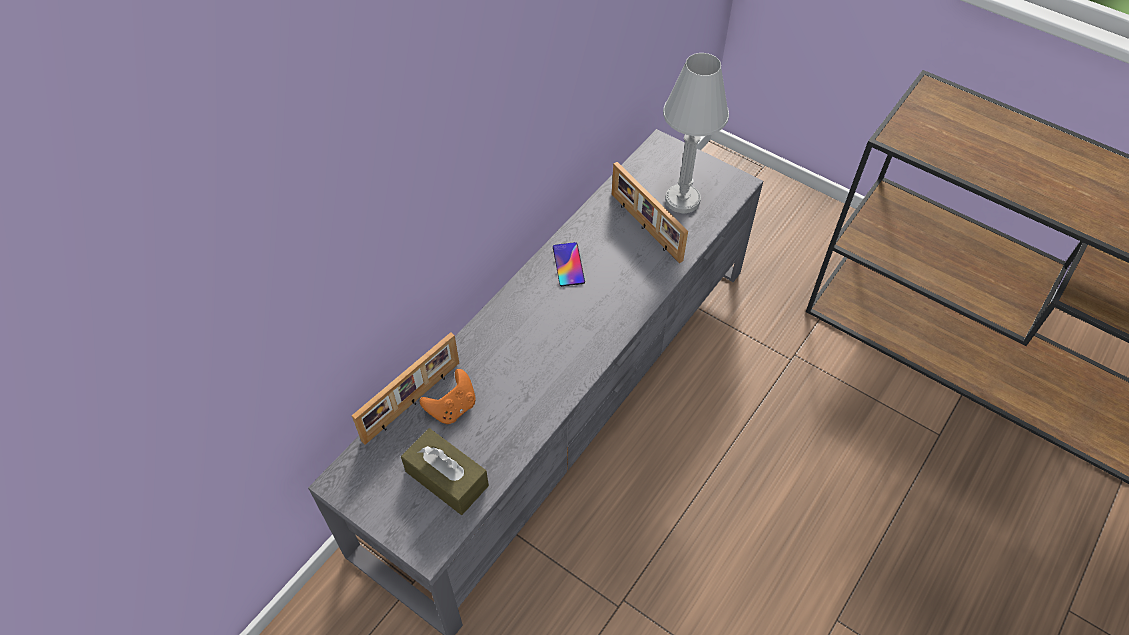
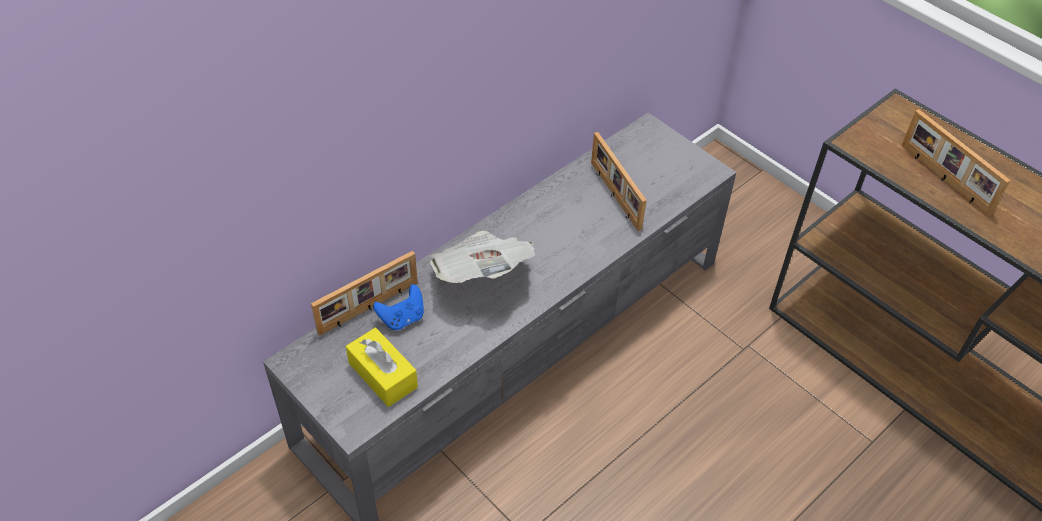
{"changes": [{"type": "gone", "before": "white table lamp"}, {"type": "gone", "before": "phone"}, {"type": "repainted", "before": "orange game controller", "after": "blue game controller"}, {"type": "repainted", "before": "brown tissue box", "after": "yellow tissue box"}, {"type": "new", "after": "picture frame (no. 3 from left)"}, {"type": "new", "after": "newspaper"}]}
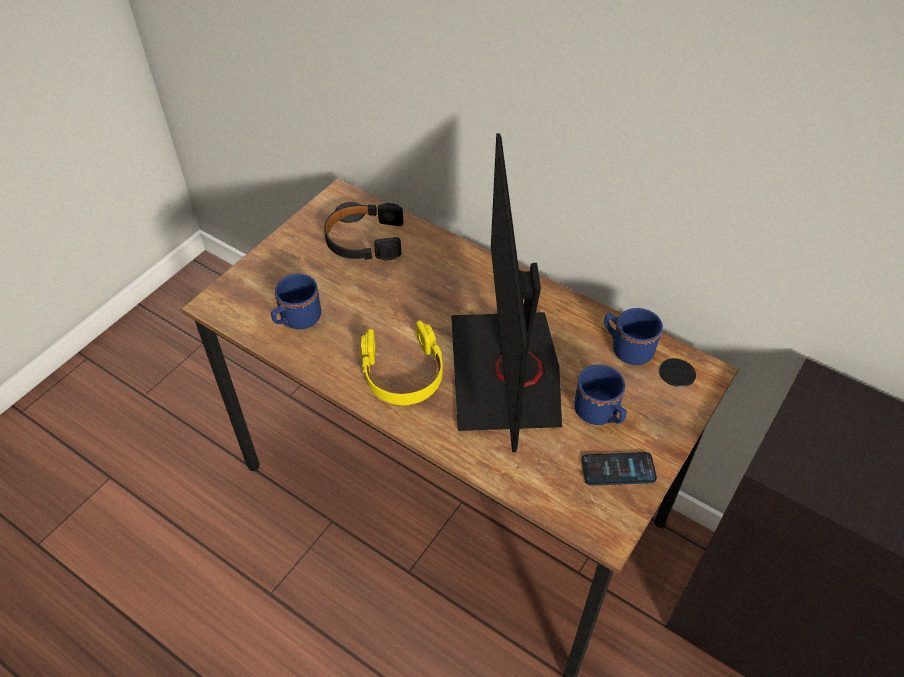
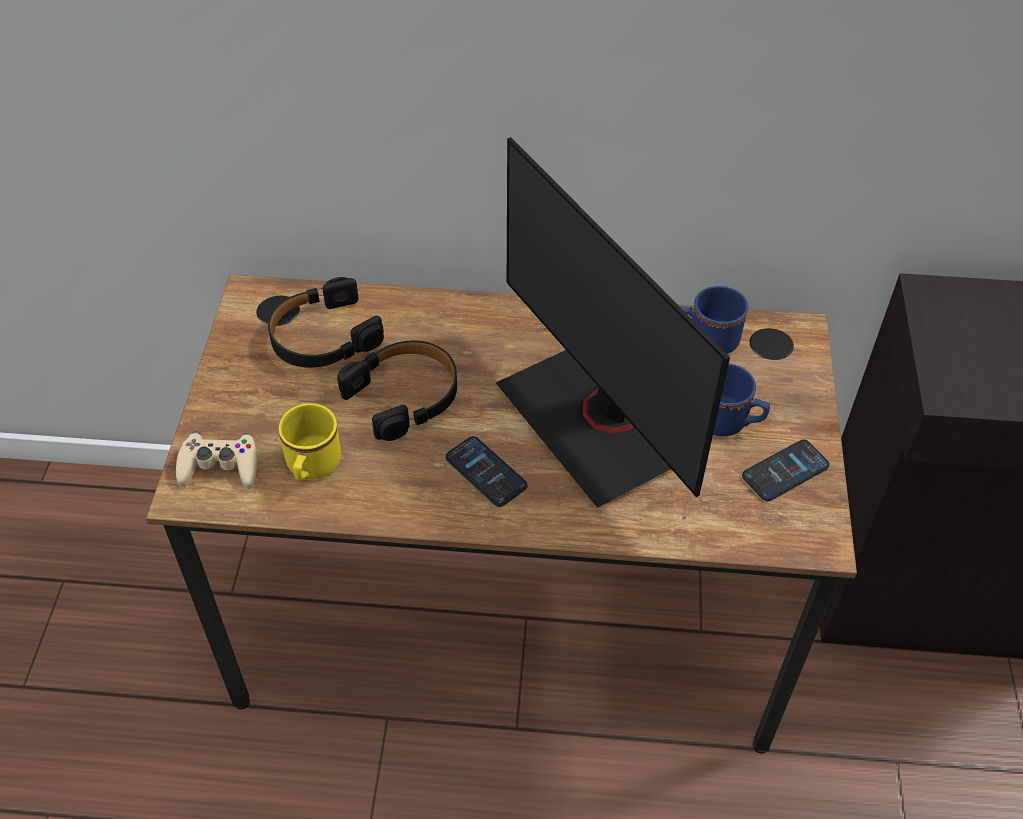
{"changes": [{"type": "repainted", "before": "blue mug (no. 1 from left)", "after": "yellow mug"}, {"type": "swapped", "before": "yellow headphones", "after": "phone (no. 1 from left)"}, {"type": "new", "after": "black headphones (no. 2 from left)"}, {"type": "new", "after": "beige game controller"}]}
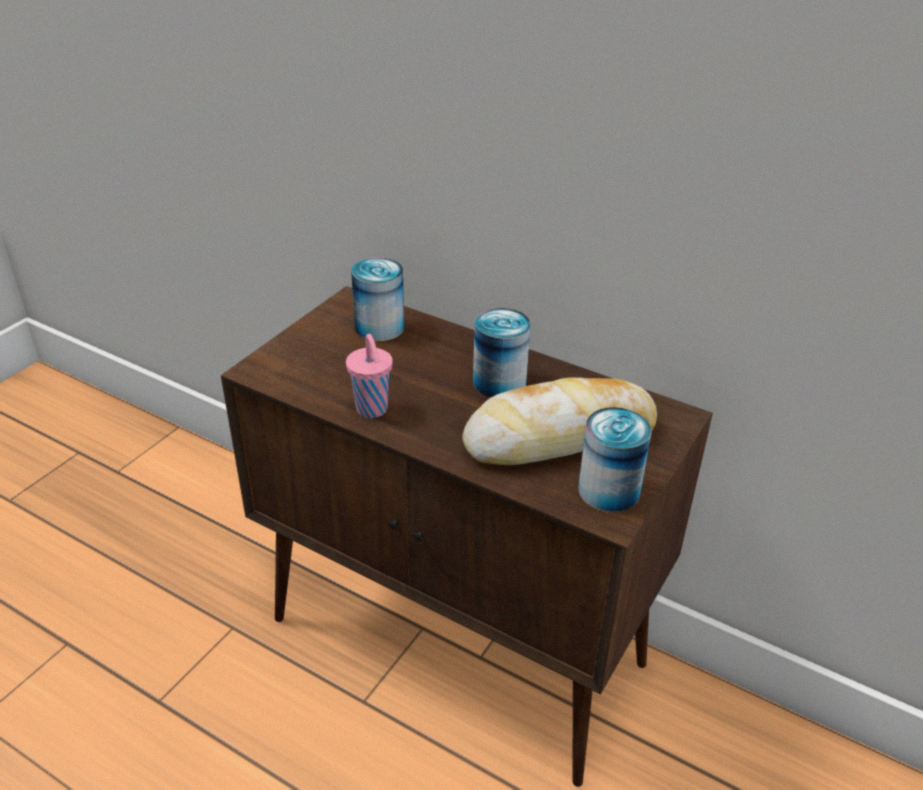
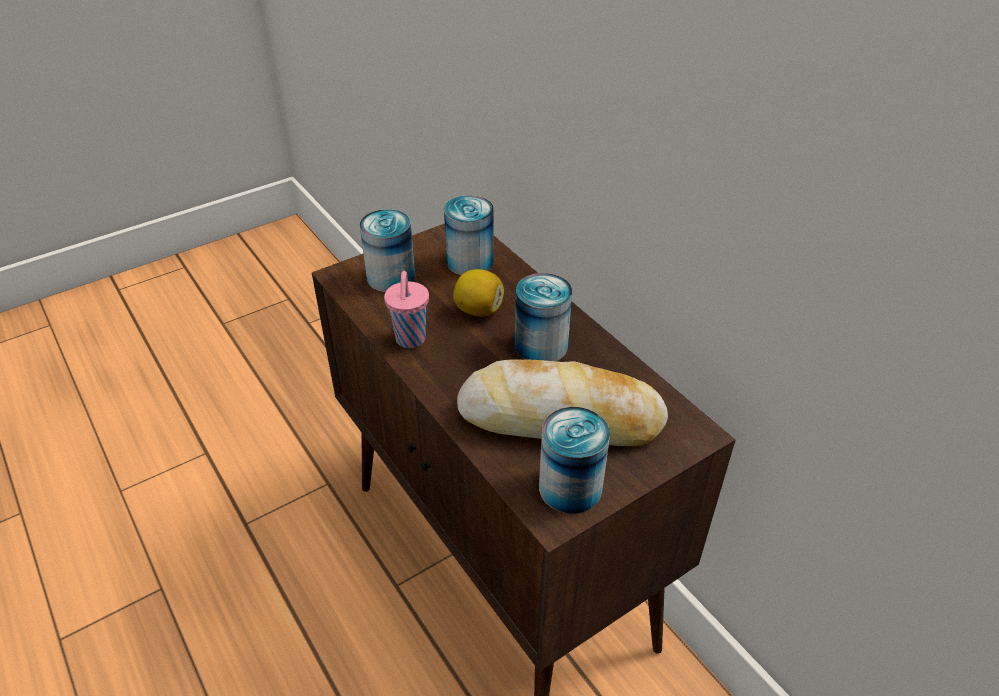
{"changes": [{"type": "new", "after": "can (no. 1 from left)"}, {"type": "new", "after": "lemon"}]}
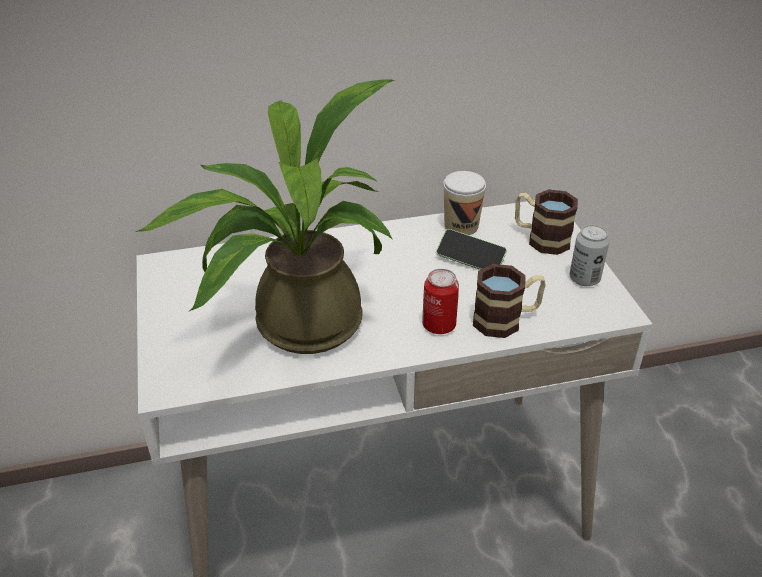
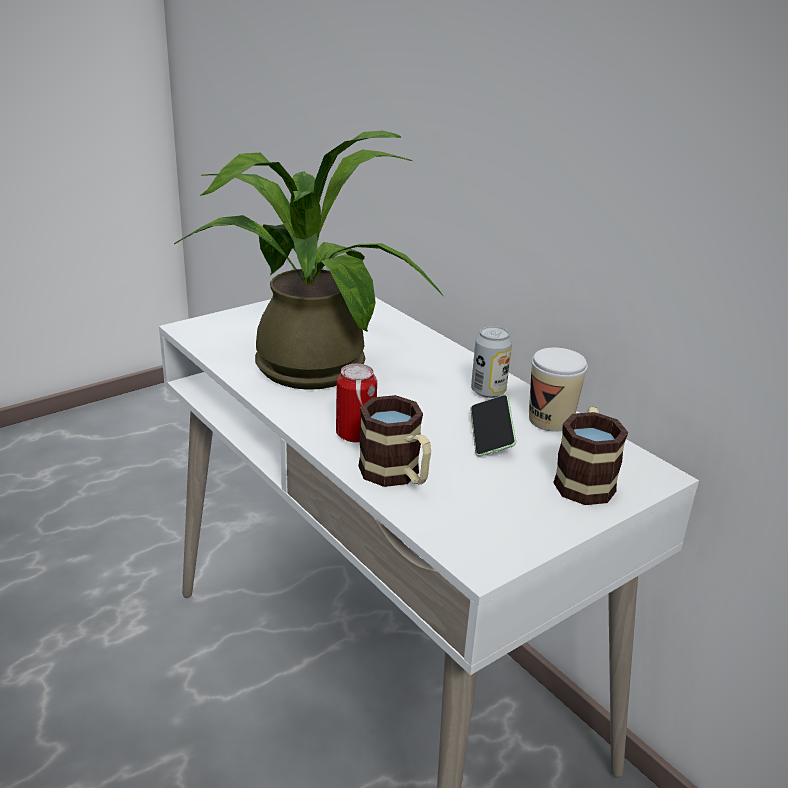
{"changes": [{"type": "shifted", "before": "can (no. 2 from left)"}]}
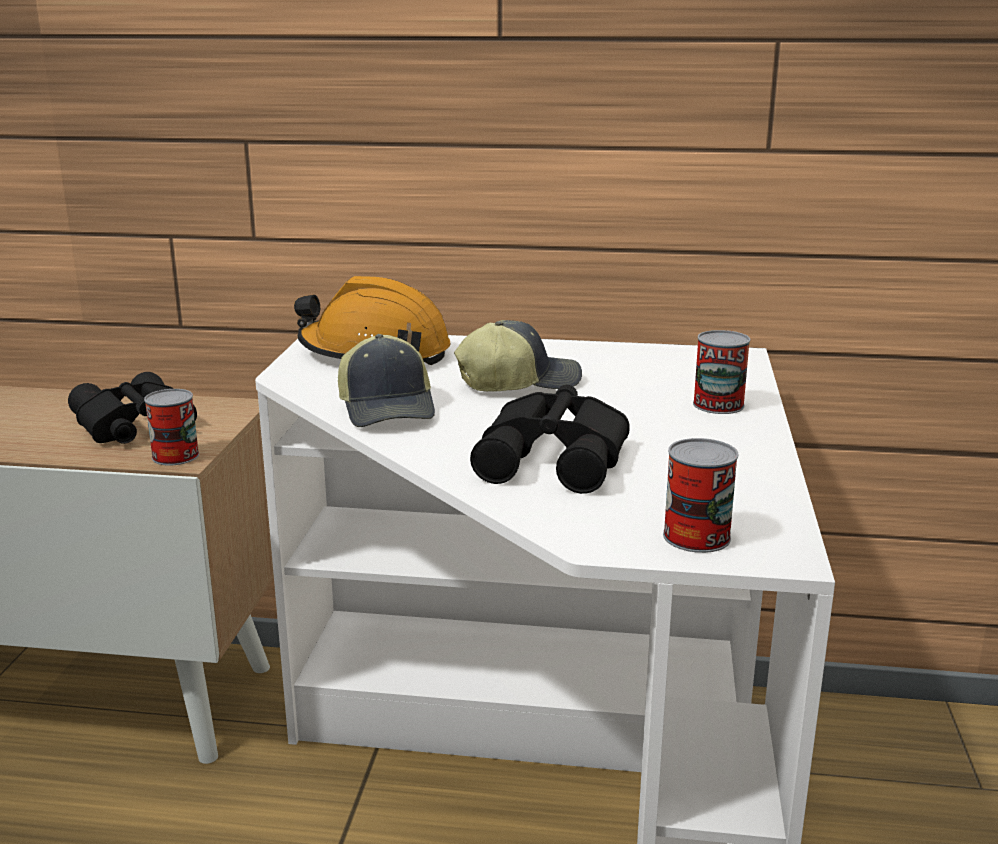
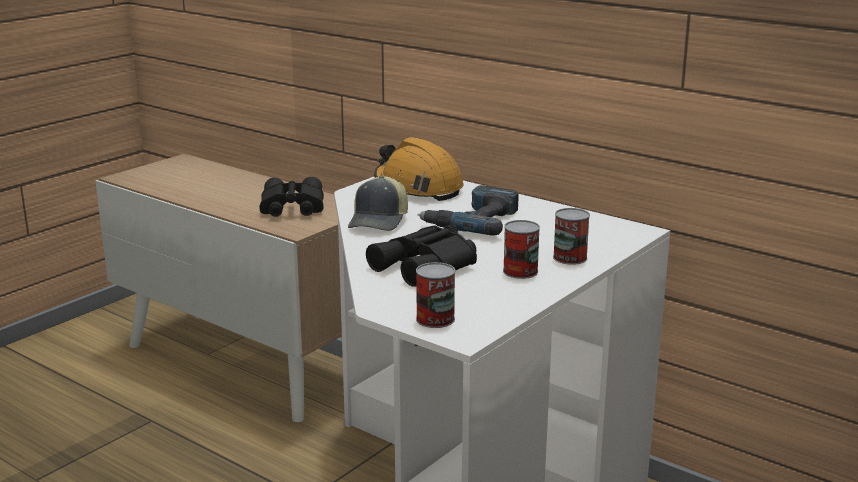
{"changes": [{"type": "swapped", "before": "cap (no. 2 from left)", "after": "power drill"}, {"type": "shifted", "before": "can (no. 1 from left in the first image)", "after": "can (no. 2 from left)"}]}
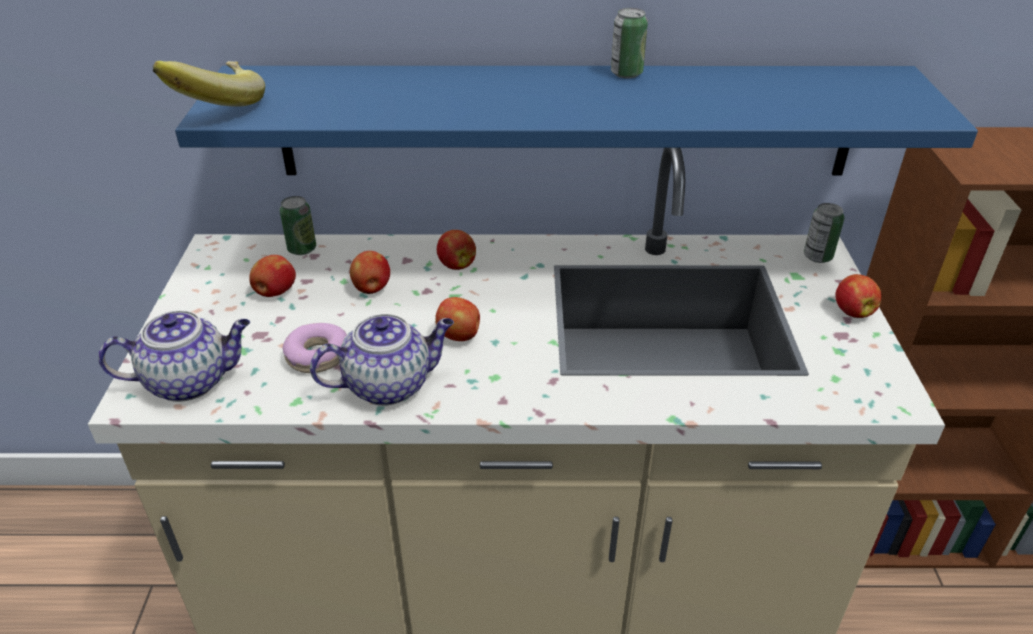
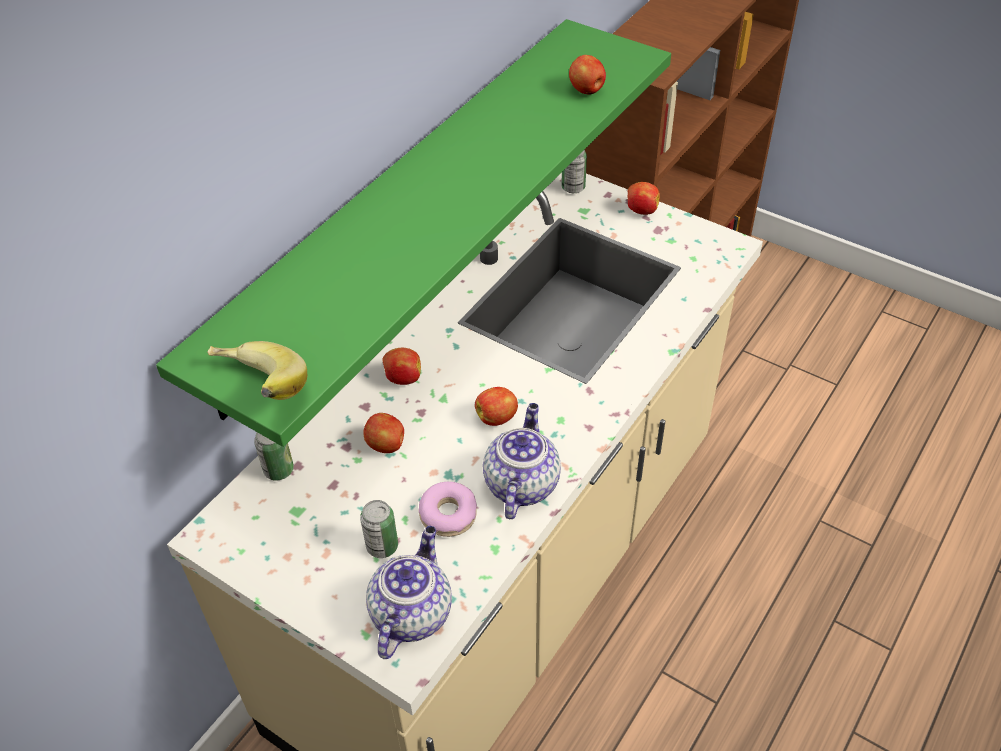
{"changes": [{"type": "shifted", "before": "can (no. 2 from left)"}, {"type": "repainted", "before": "blue shelf", "after": "green shelf"}, {"type": "shifted", "before": "apple (no. 1 from left in the first image)", "after": "apple (no. 4 from left)"}]}
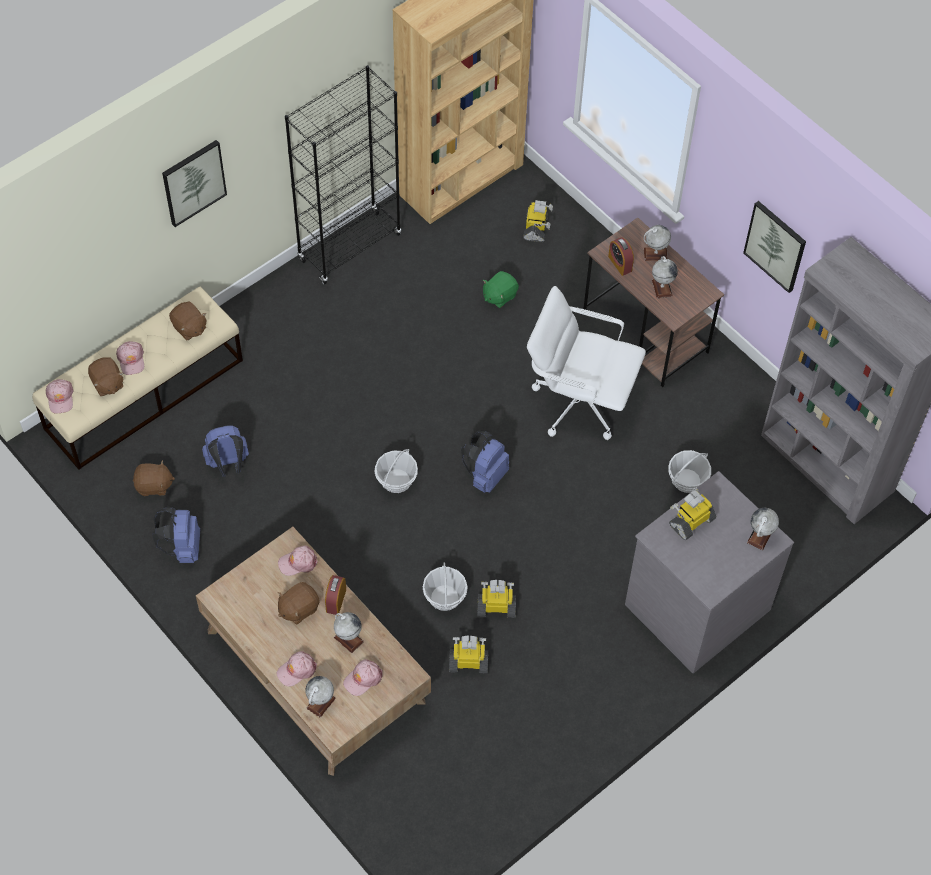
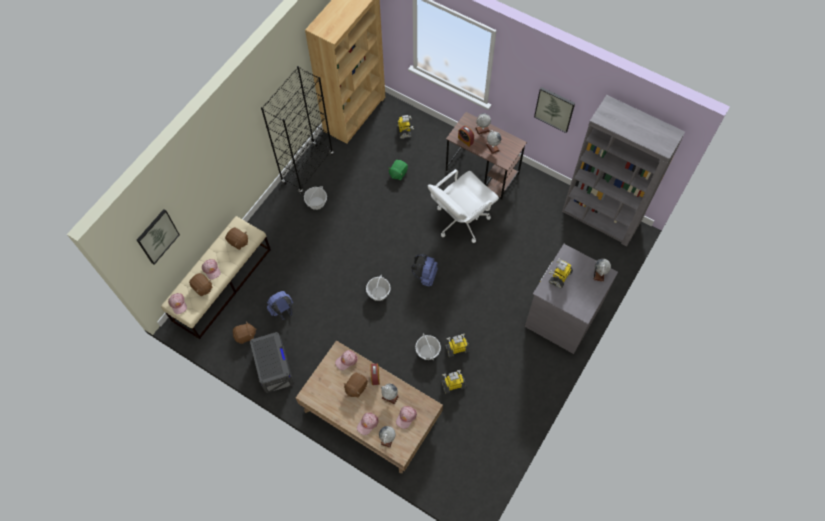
{"changes": [{"type": "shifted", "before": "picture (no. 1 from left)"}, {"type": "rotated", "before": "white office chair", "turn": -45}, {"type": "shifted", "before": "basket (no. 3 from left in the first image)", "after": "basket (no. 1 from left)"}, {"type": "swapped", "before": "blue backpack (no. 1 from left)", "after": "grey storage box"}]}
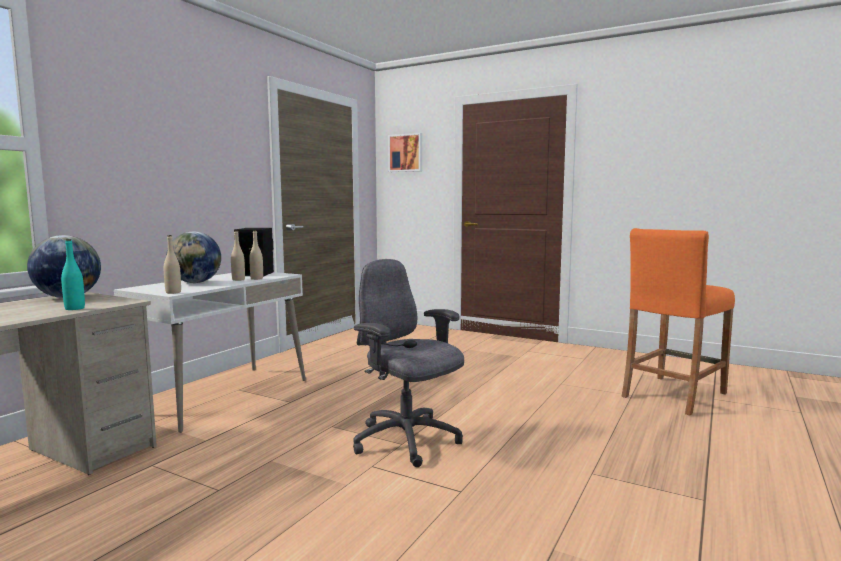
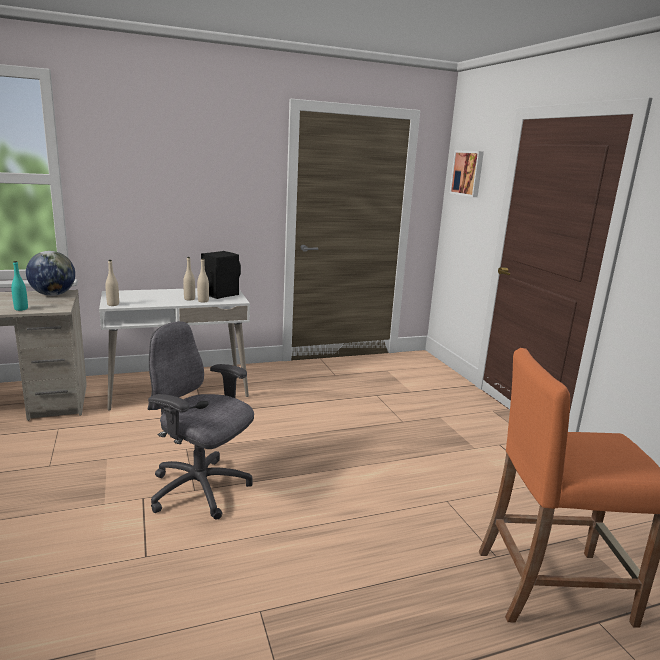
{"changes": [{"type": "gone", "before": "globe (no. 2 from left)"}, {"type": "rotated", "before": "grey office chair", "turn": -60}]}
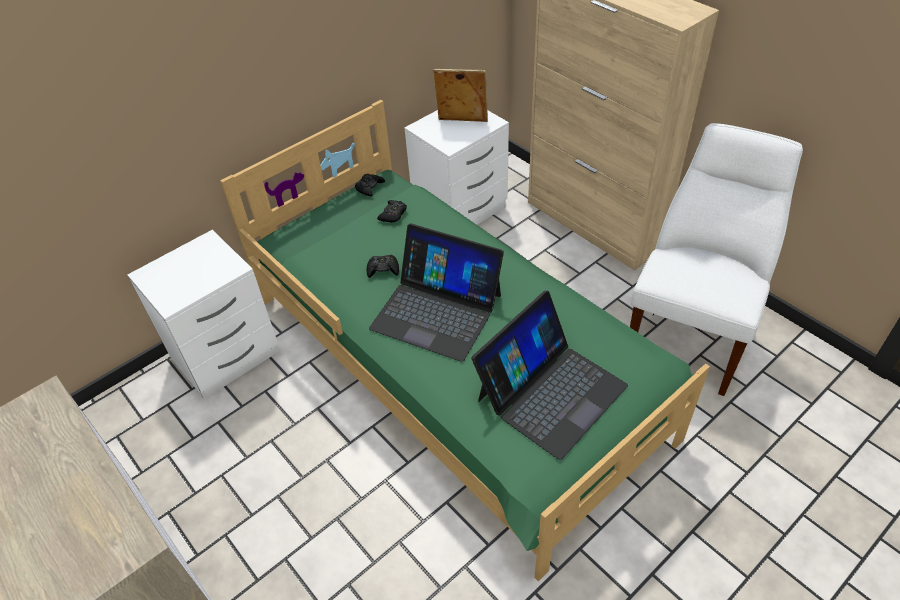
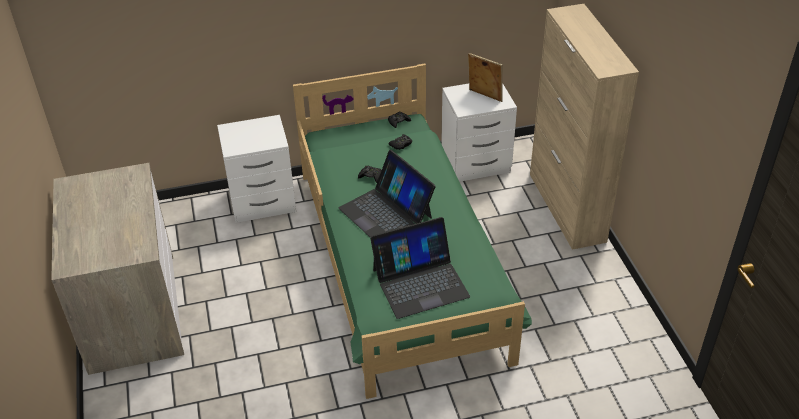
{"changes": [{"type": "gone", "before": "white chair"}]}
